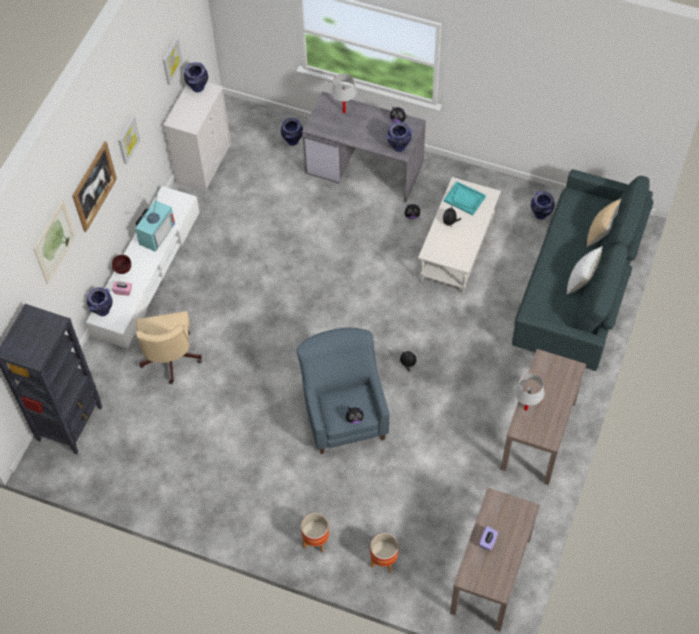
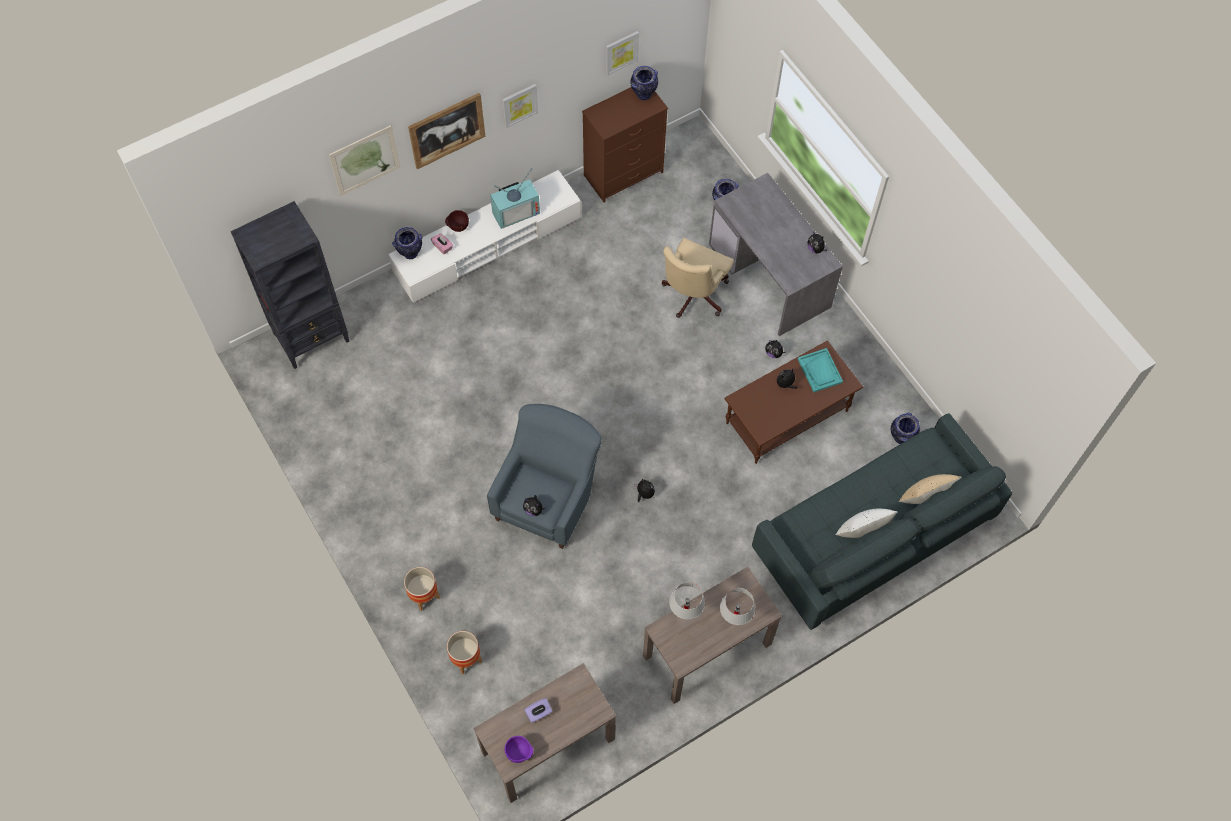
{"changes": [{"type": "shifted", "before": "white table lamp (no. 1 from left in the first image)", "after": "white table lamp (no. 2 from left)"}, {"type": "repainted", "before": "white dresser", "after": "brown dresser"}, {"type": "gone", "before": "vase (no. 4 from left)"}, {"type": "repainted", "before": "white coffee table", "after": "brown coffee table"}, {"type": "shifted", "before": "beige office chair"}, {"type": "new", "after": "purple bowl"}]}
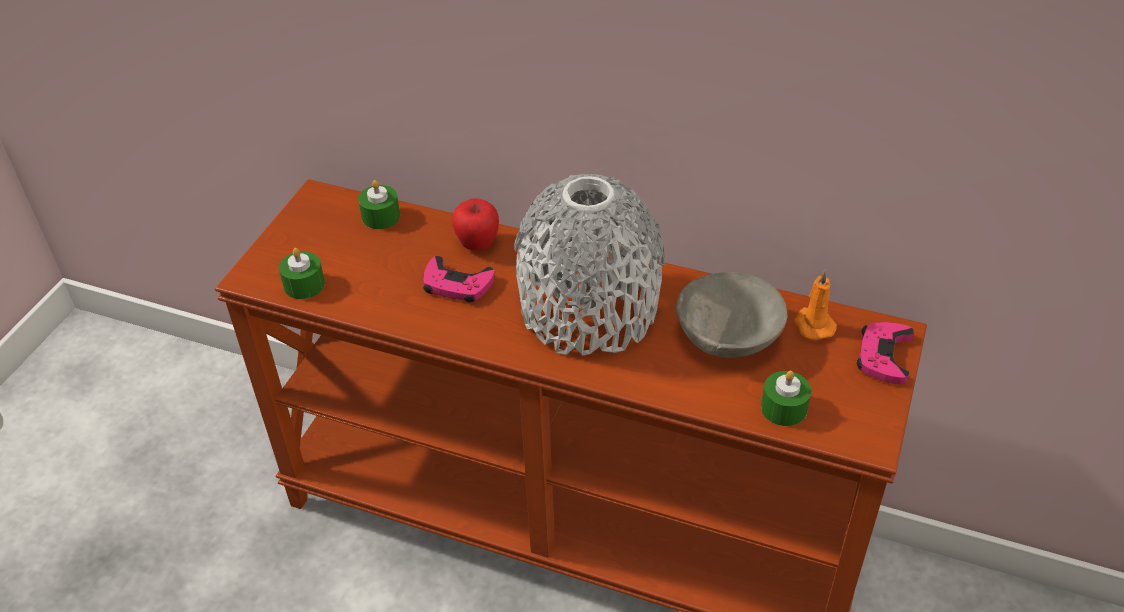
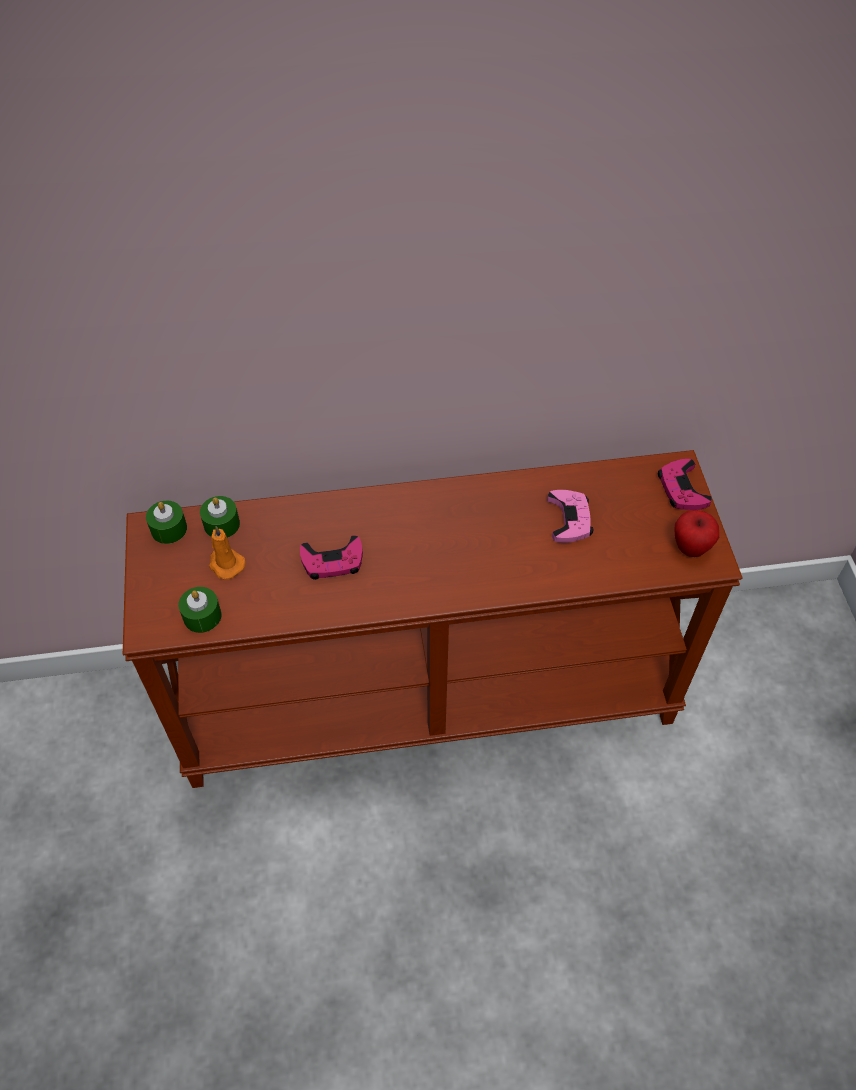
{"changes": [{"type": "gone", "before": "grey vase"}, {"type": "shifted", "before": "apple"}, {"type": "shifted", "before": "orange candle"}, {"type": "swapped", "before": "grey bowl", "after": "pink game controller (no. 2 from left)"}, {"type": "shifted", "before": "green candle (no. 3 from left in the first image)", "after": "green candle (no. 1 from left)"}]}
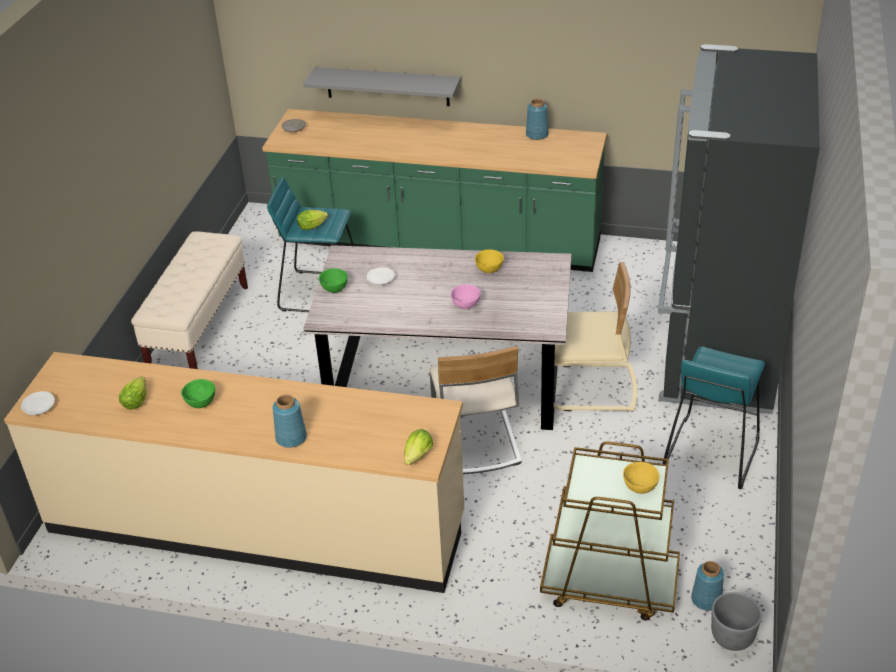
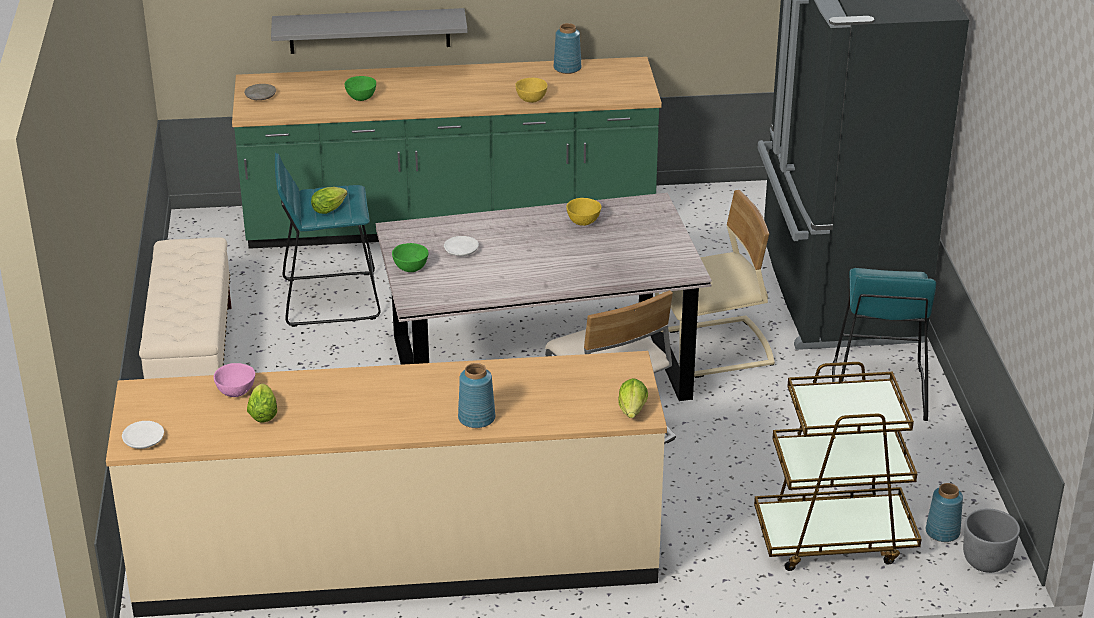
{"changes": [{"type": "shifted", "before": "pink bowl"}, {"type": "shifted", "before": "green bowl (no. 1 from left)"}, {"type": "shifted", "before": "yellow bowl (no. 2 from left in the first image)", "after": "yellow bowl (no. 1 from left)"}]}
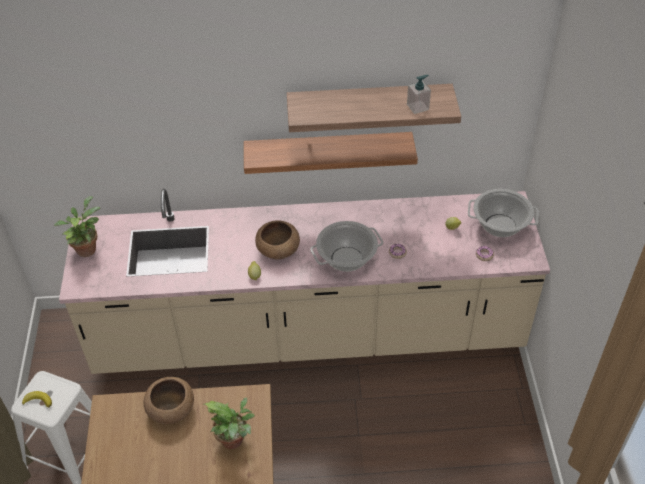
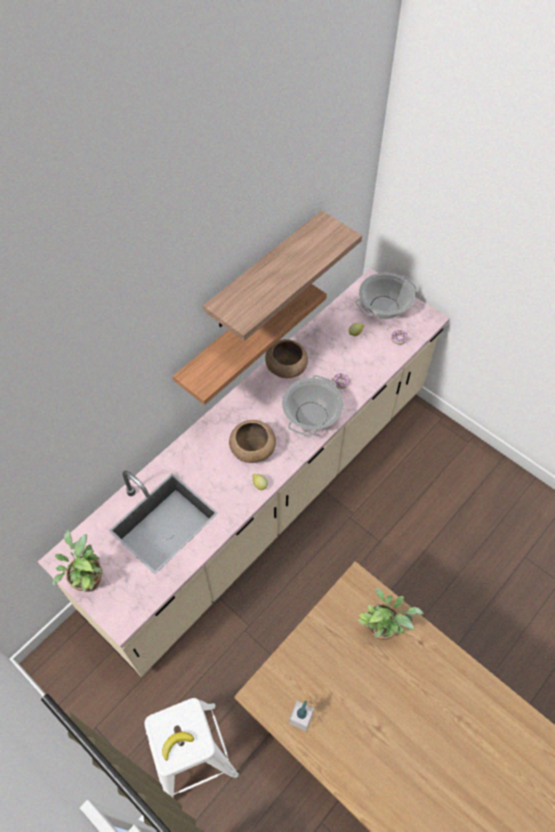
{"changes": [{"type": "shifted", "before": "soap dispenser"}, {"type": "shifted", "before": "brown bowl (no. 1 from left in the first image)", "after": "brown bowl (no. 2 from left)"}]}
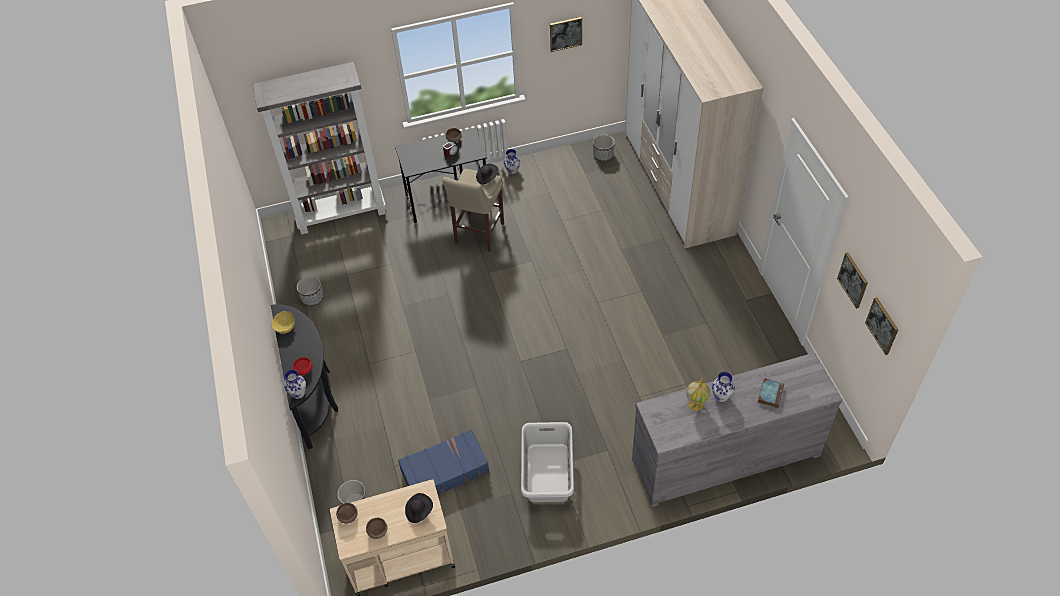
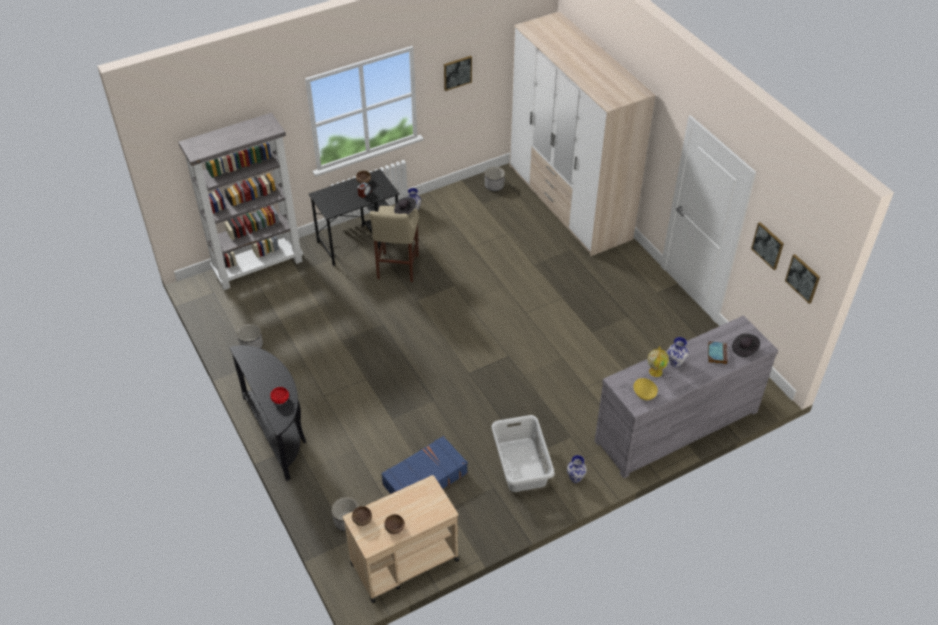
{"changes": [{"type": "shifted", "before": "yellow bowl"}, {"type": "shifted", "before": "vase (no. 1 from left in the first image)", "after": "vase (no. 2 from left)"}, {"type": "shifted", "before": "black hat (no. 1 from left in the first image)", "after": "black hat (no. 2 from left)"}]}
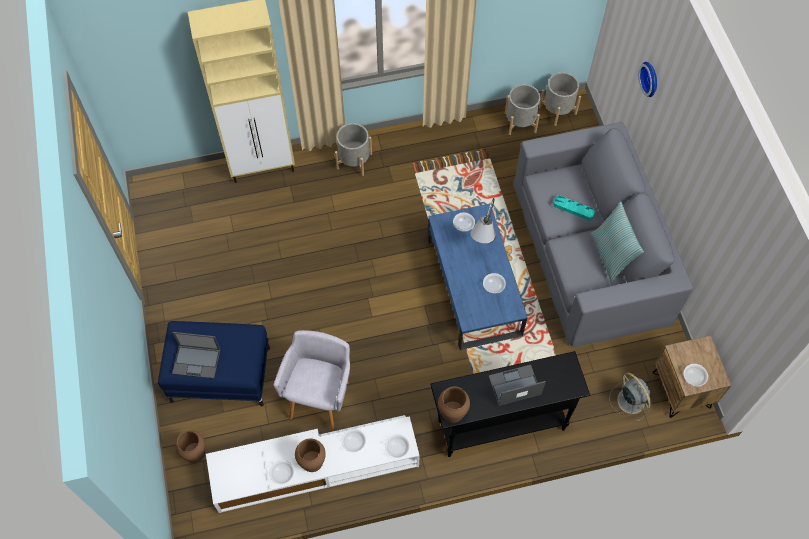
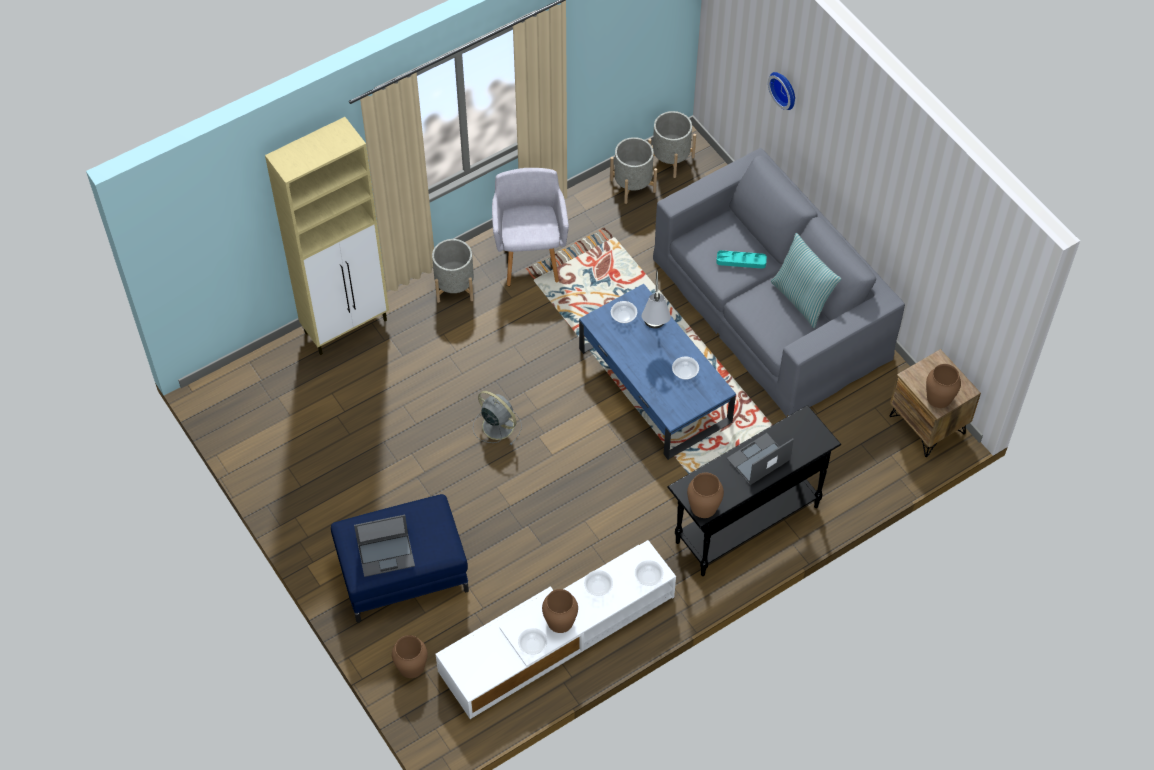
{"changes": [{"type": "shifted", "before": "grey armchair"}, {"type": "swapped", "before": "bowl (no. 6 from left)", "after": "brown vase (no. 4 from left)"}, {"type": "shifted", "before": "grey fan"}]}
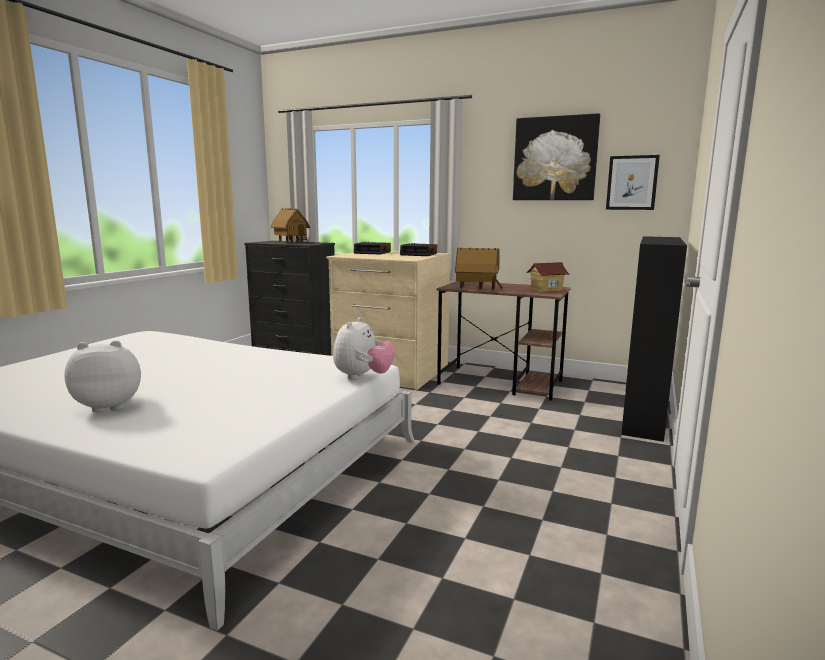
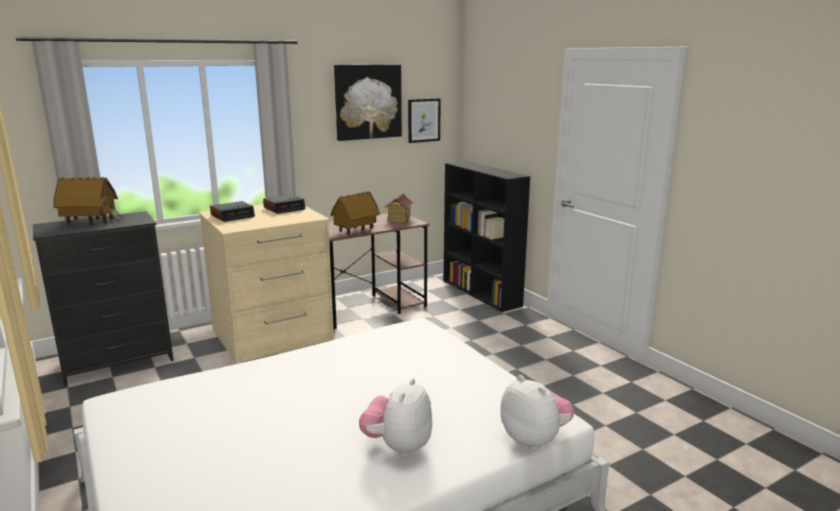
{"changes": [{"type": "shifted", "before": "plush toy (no. 2 from left)"}]}
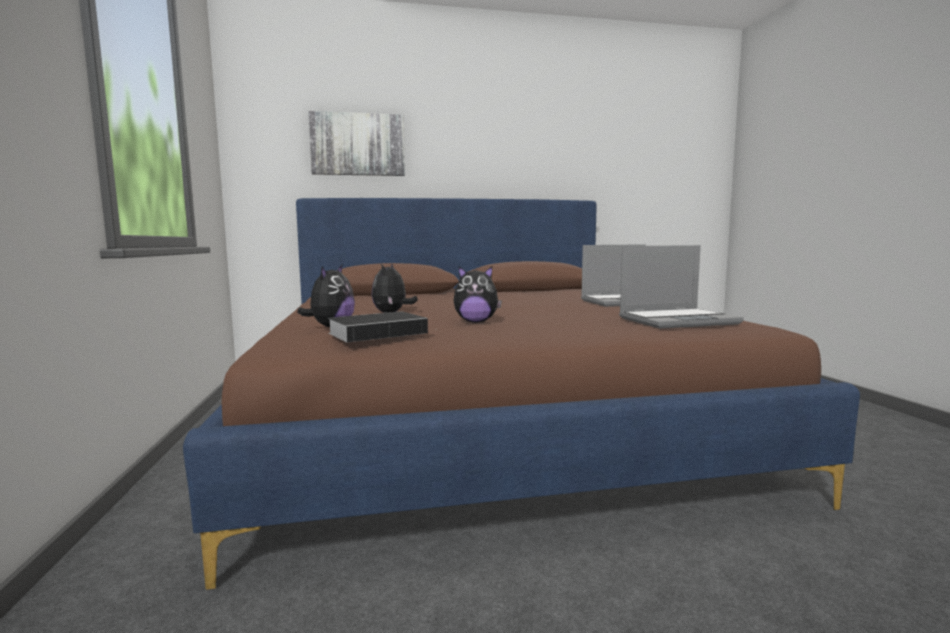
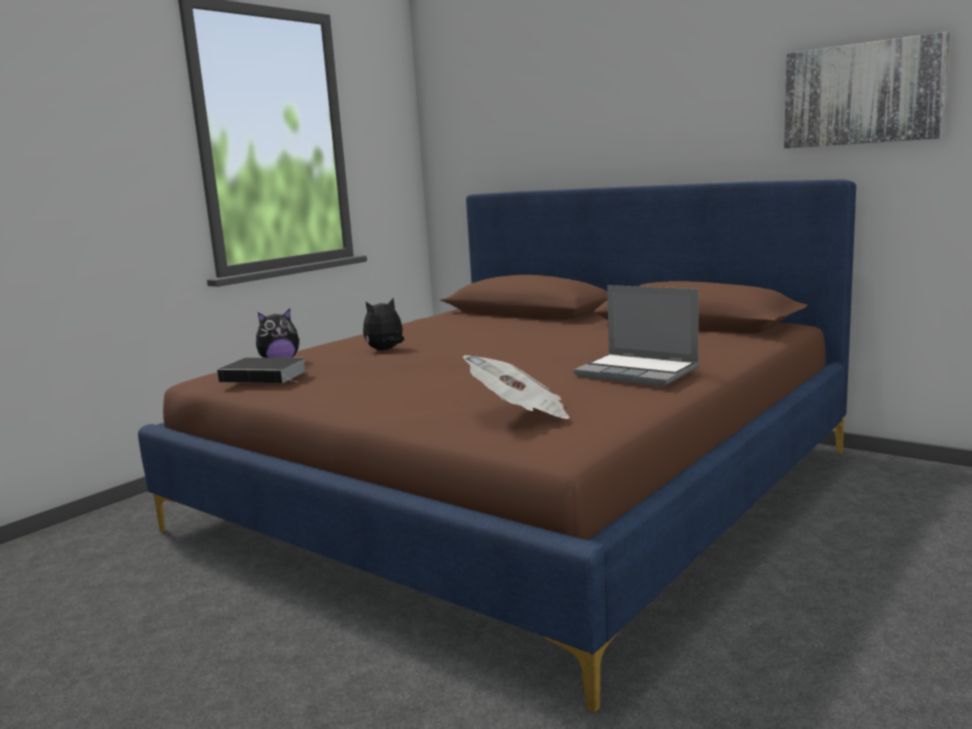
{"changes": [{"type": "shifted", "before": "picture"}, {"type": "swapped", "before": "laptop (no. 2 from left)", "after": "newspaper"}, {"type": "gone", "before": "plush toy (no. 3 from left)"}]}
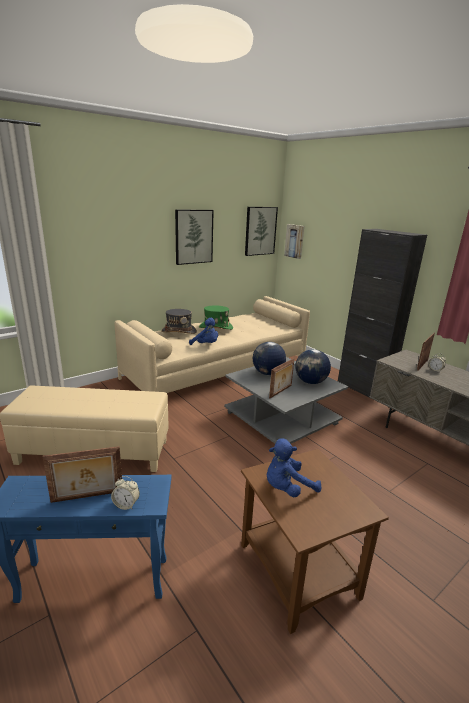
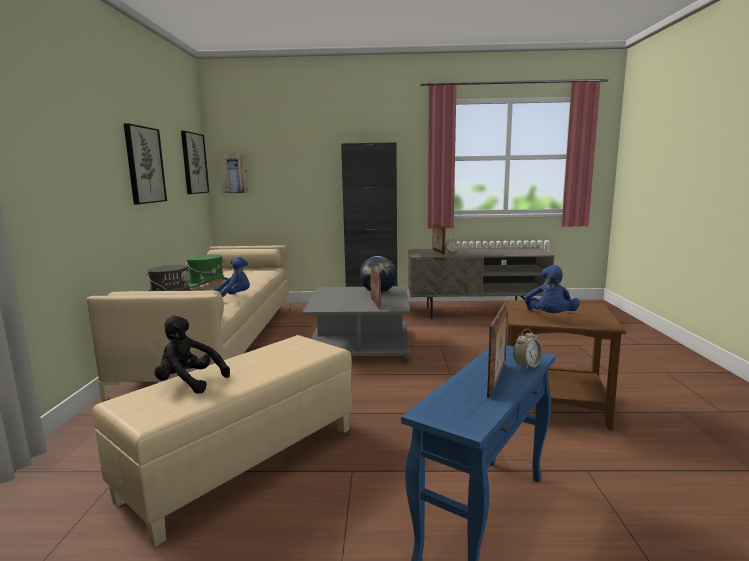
{"changes": [{"type": "gone", "before": "globe (no. 1 from left)"}, {"type": "new", "after": "black plush toy"}]}
